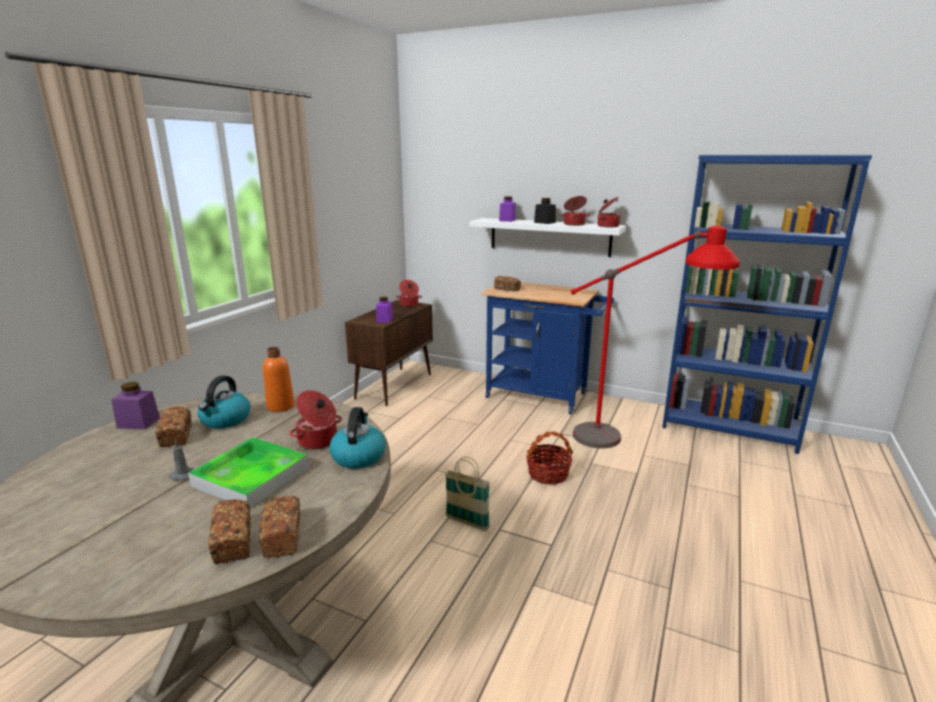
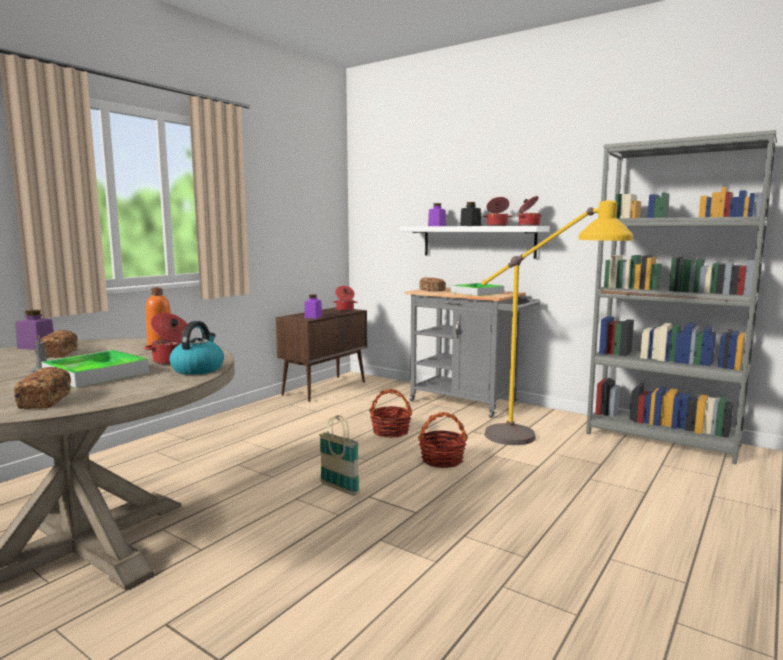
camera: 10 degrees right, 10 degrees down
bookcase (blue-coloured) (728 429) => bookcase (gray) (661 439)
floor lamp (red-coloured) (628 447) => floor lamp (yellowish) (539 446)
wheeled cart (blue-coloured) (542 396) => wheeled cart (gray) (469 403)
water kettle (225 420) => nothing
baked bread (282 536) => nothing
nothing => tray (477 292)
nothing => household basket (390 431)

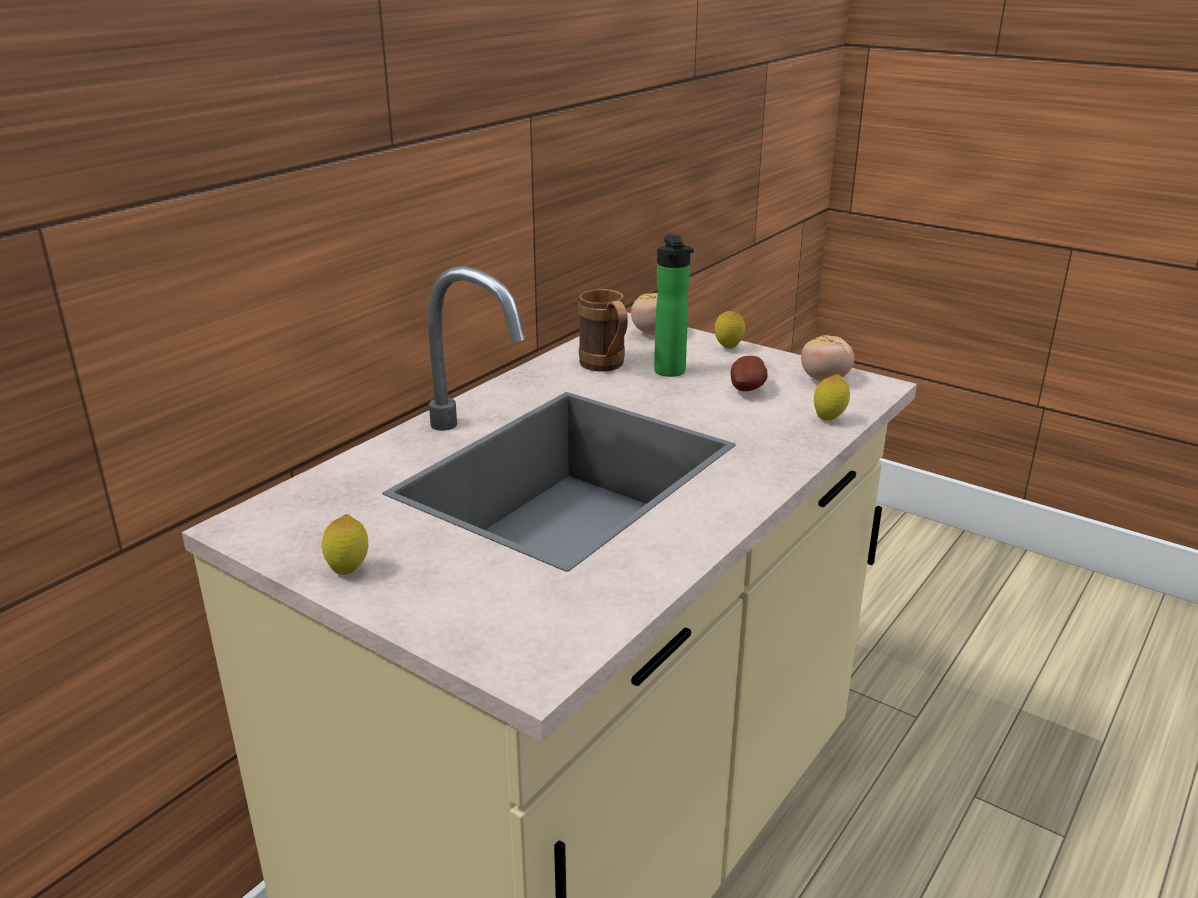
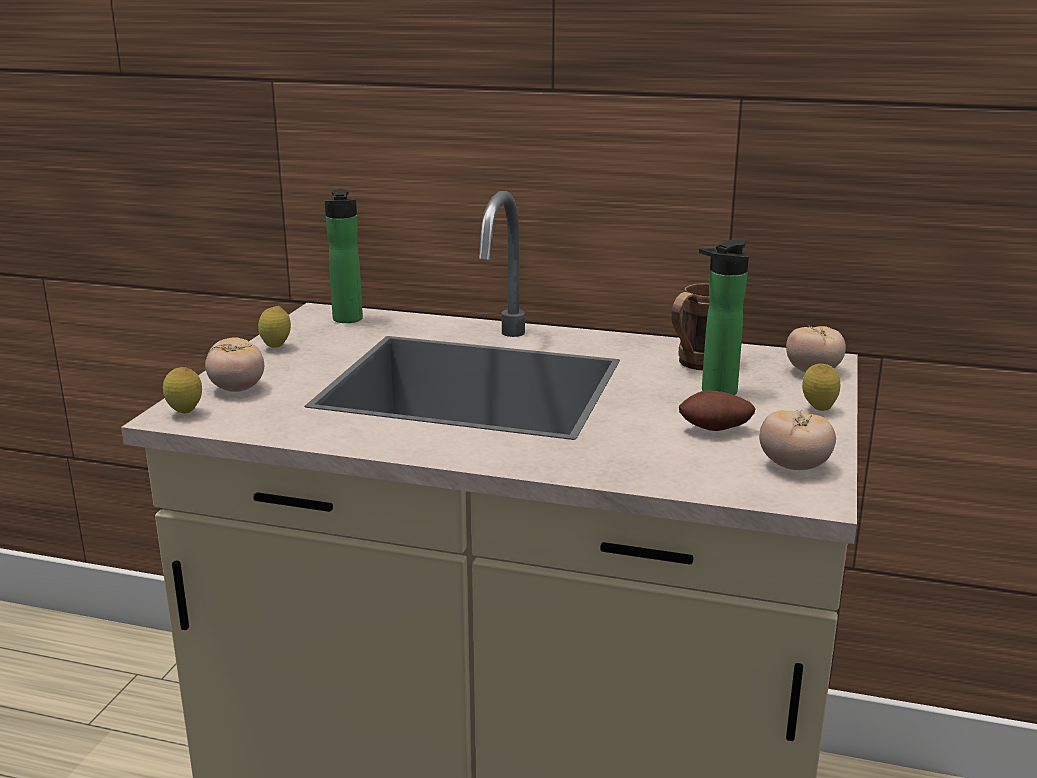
camera: 70 degrees right, 5 degrees down
citrus fruit (829 419) => citrus fruit (185 413), relocated
nothing => beverage bottle (347 320)
nothing => fresh tomato (237 389)

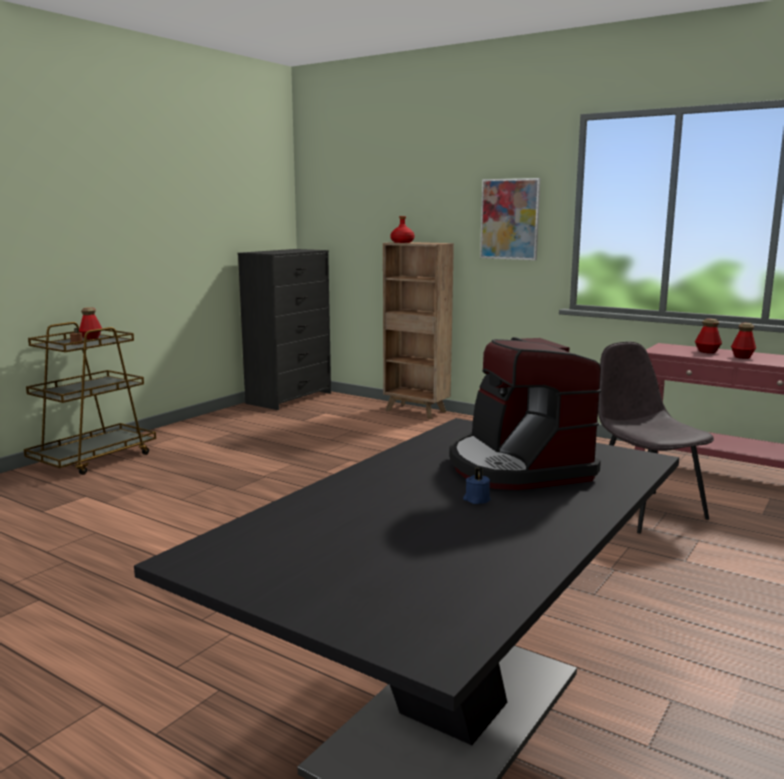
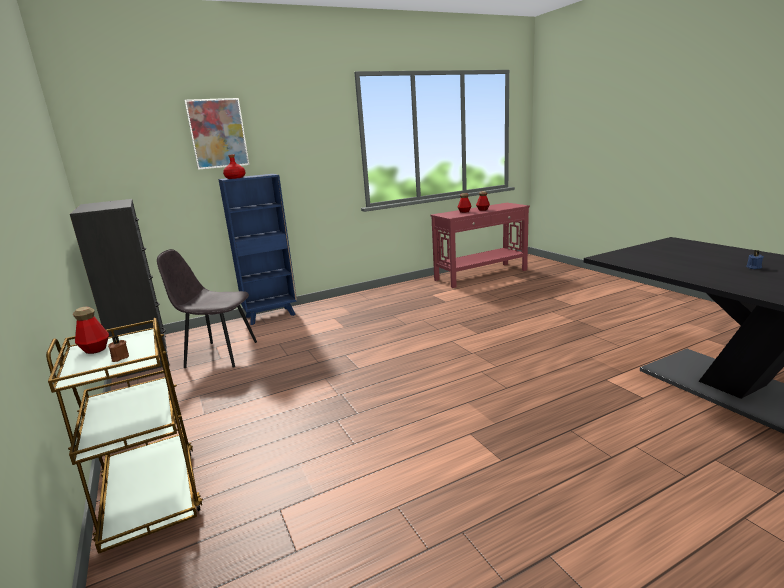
camera: 60 degrees left, 5 degrees up
picture (510 219) => picture (218 133), relocated
bookcase (brownish) (416 411) => bookcase (blue-coloured) (271 316)
coffee machine (517 466) => nothing
upright chair (gray) (644 510) => upright chair (gray) (220 354), relocated

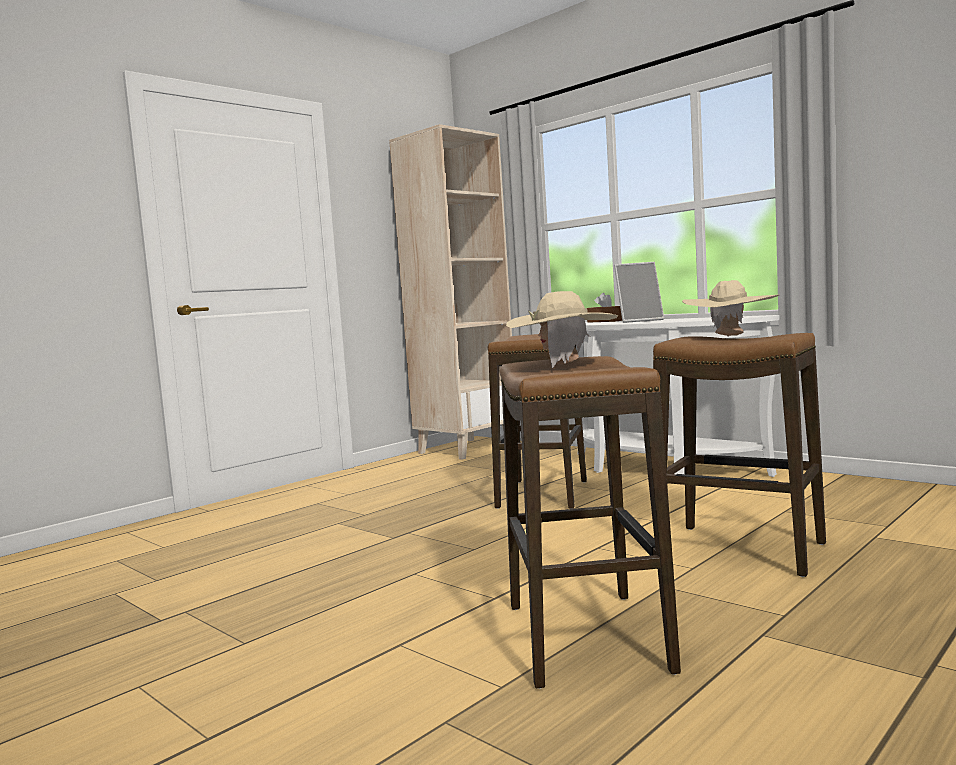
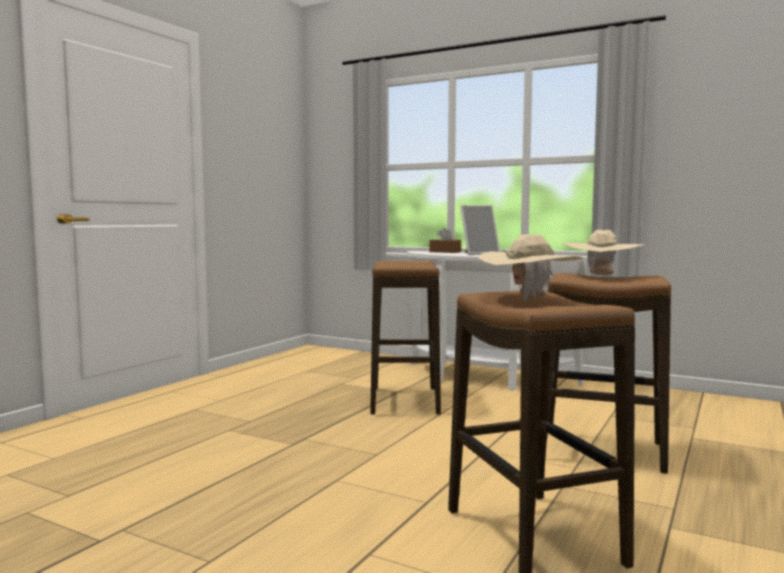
camera: 15 degrees left, 0 degrees up
bookcase (sand-coloured) (466 448) => nothing

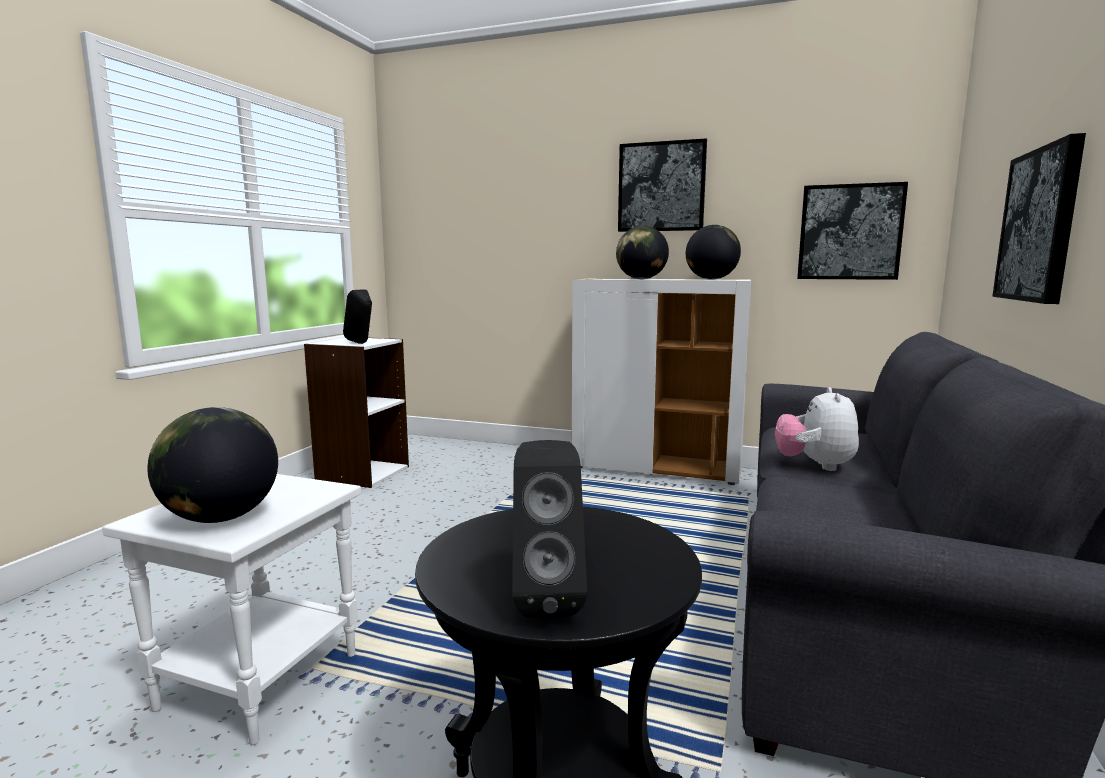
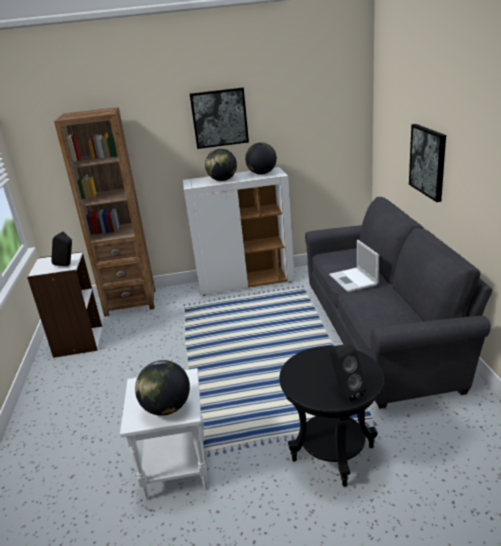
camera: 25 degrees left, 15 degrees up
picture (849 232) => nothing
soft toy (815 465) => laptop (354 280)
nothing => bookcase (brownish) (130 302)

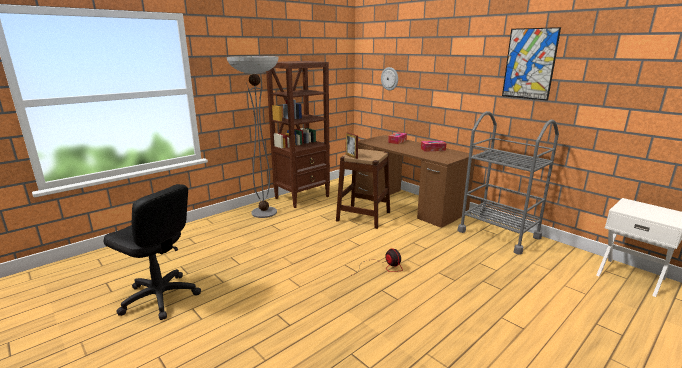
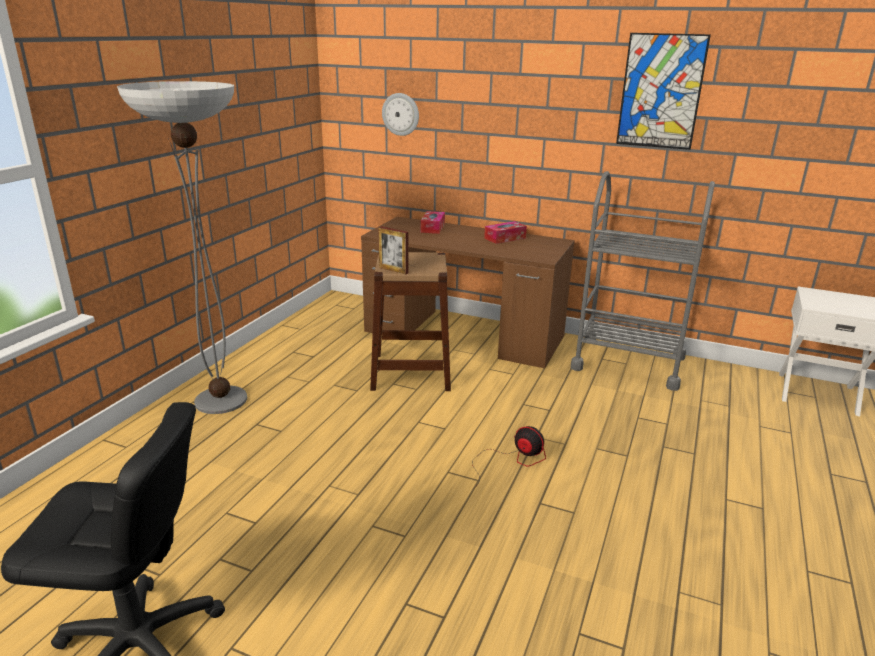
camera: 25 degrees left, 5 degrees up
bookcase (brownish) (302 197) => nothing

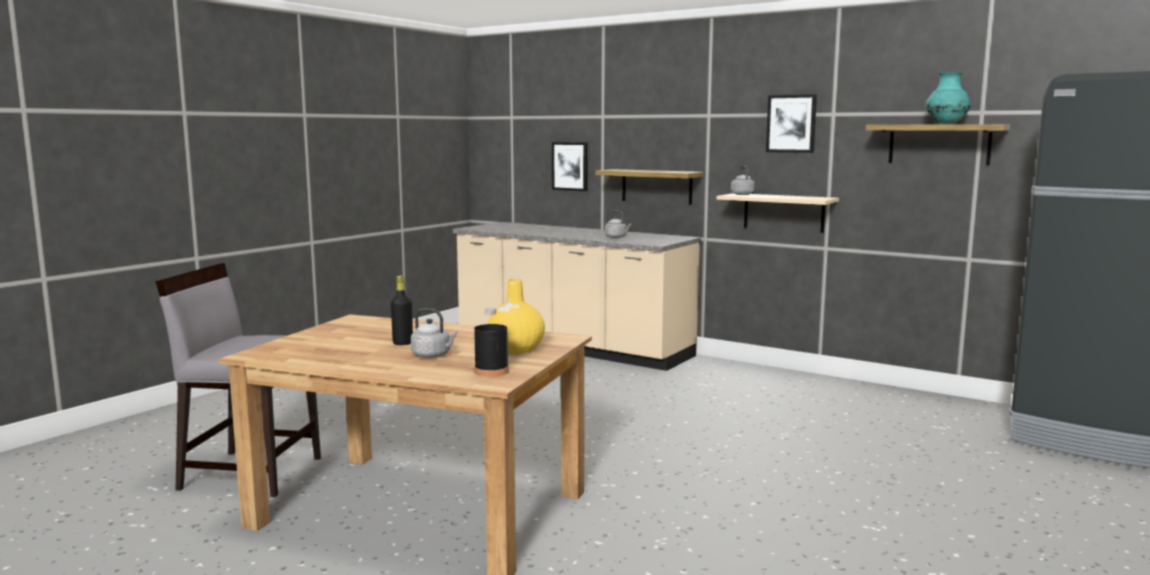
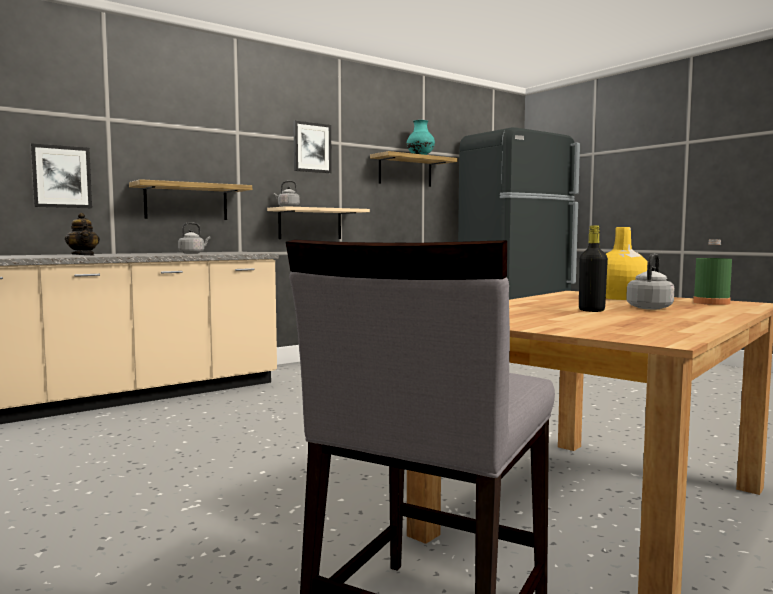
camera: 70 degrees left, 5 degrees down
beverage bottle (black) (491 371) => beverage bottle (greenish) (711 303)
nothing => pot for tea (83 255)

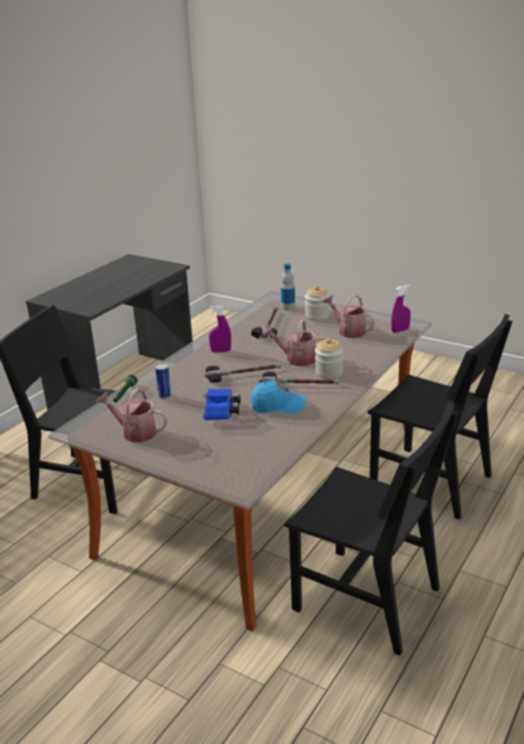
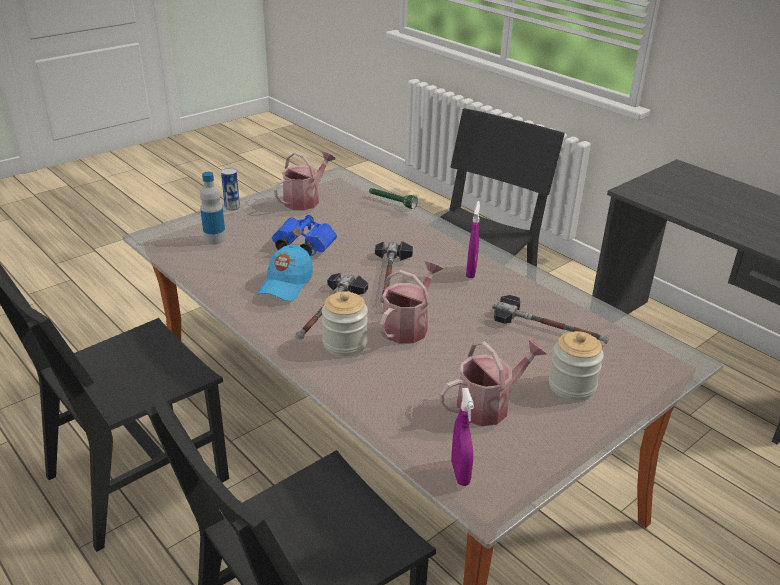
camera: 105 degrees right, 5 degrees up
beverage bottle (288 307) => beverage bottle (215 239), relocated
sealed can (164 396) => sealed can (232 207), relocated

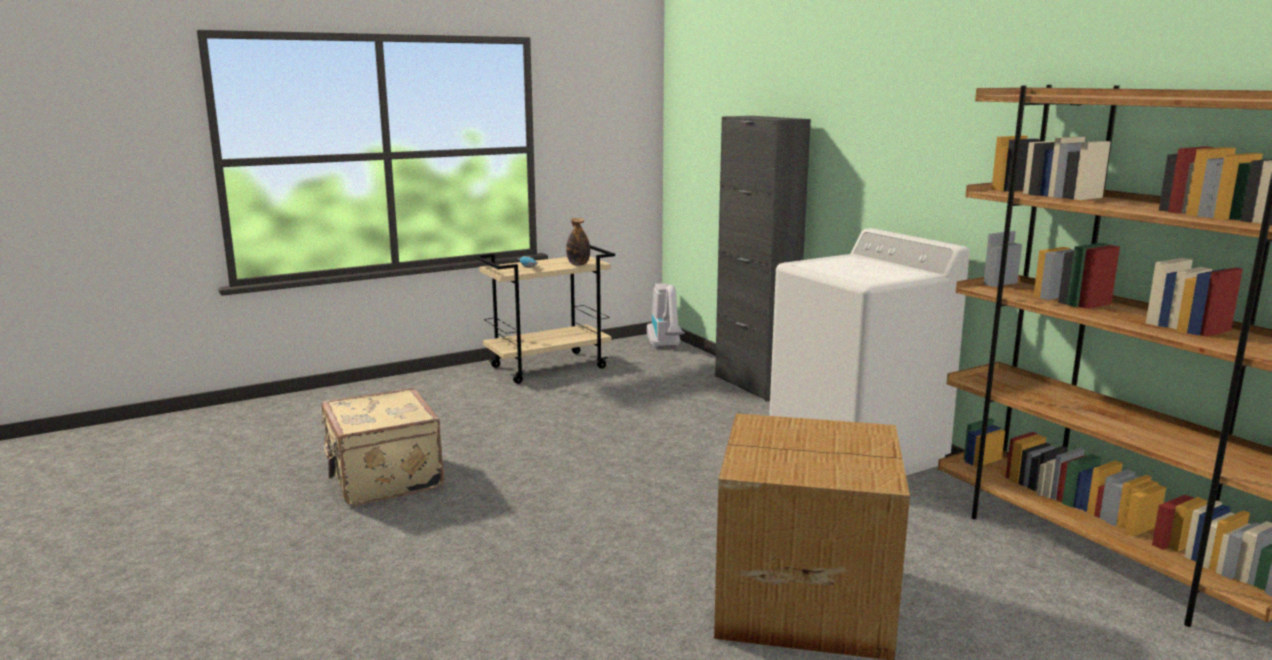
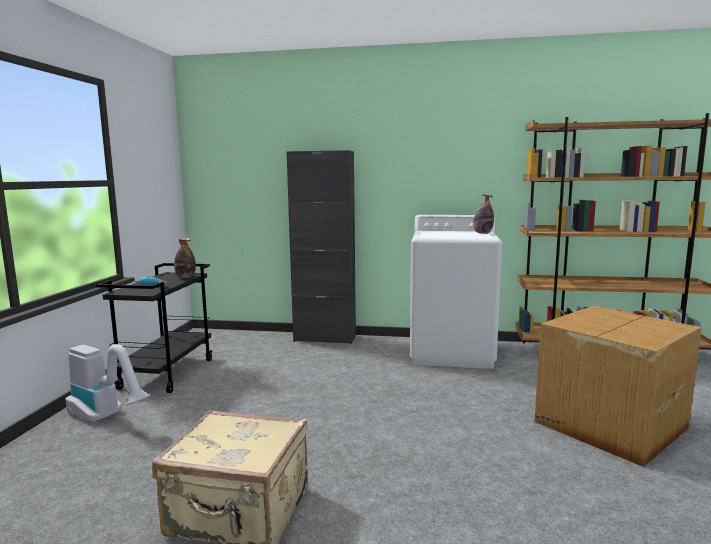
camera: 50 degrees left, 5 degrees down
wheeled cart (sand-coloured) (549 367) => wheeled cart (black) (167 373)
hoover (666 347) => hoover (107 417), relocated
nothing => beverage bottle (482 233)

